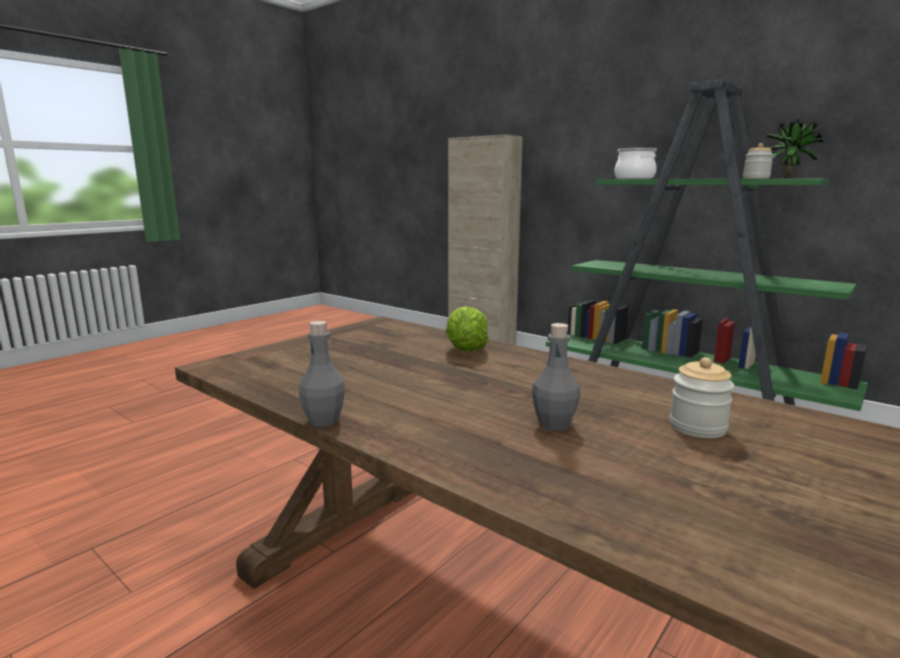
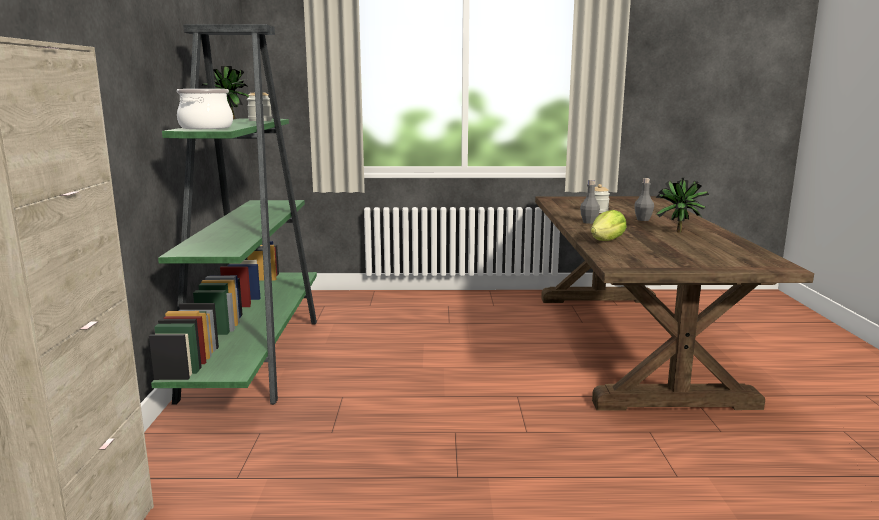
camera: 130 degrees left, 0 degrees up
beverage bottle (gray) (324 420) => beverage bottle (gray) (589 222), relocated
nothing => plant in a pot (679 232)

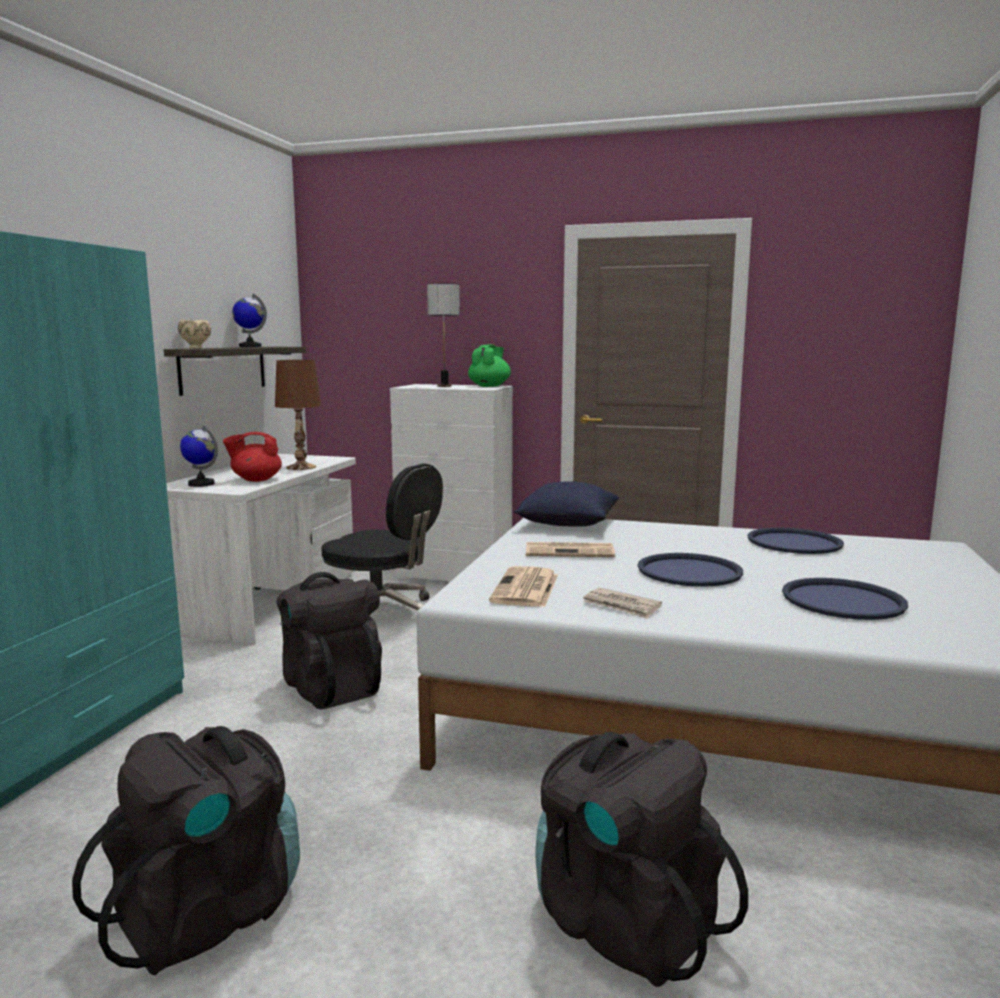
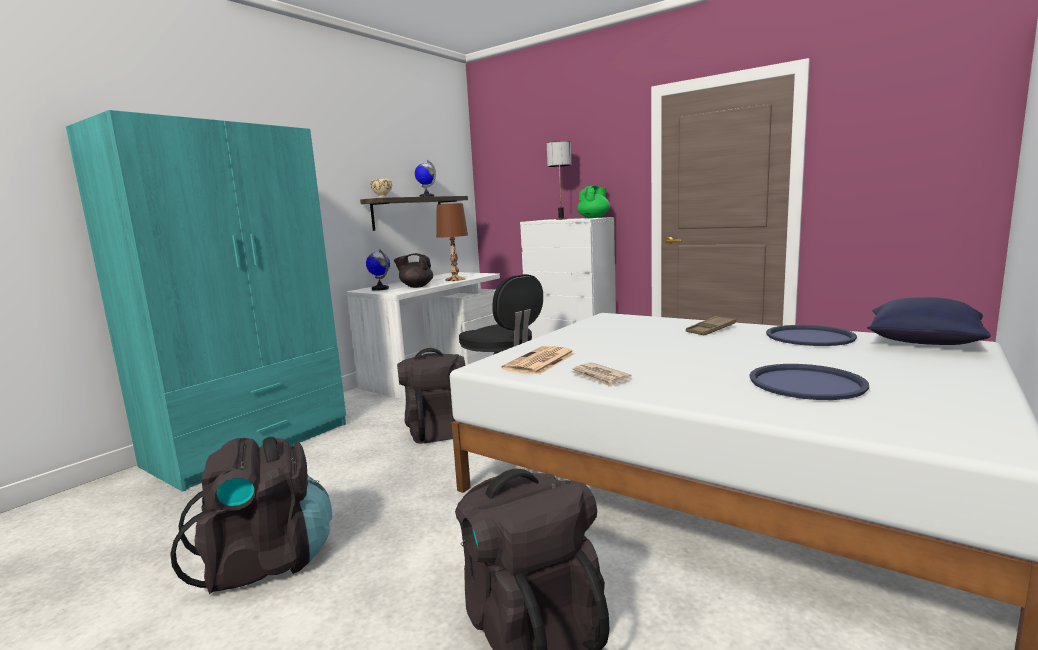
camera: 20 degrees right, 0 degrees up
pot for tea (red-coloured) (255 480) => pot for tea (black) (416 286)
cushion (blue-coloured) (567 523) => cushion (blue-coloured) (922 341), relocated
daily paper (571 551) => nothing
tray (blue-coloured) (689 571) => nothing
nothing => tray (brownish) (711 330)

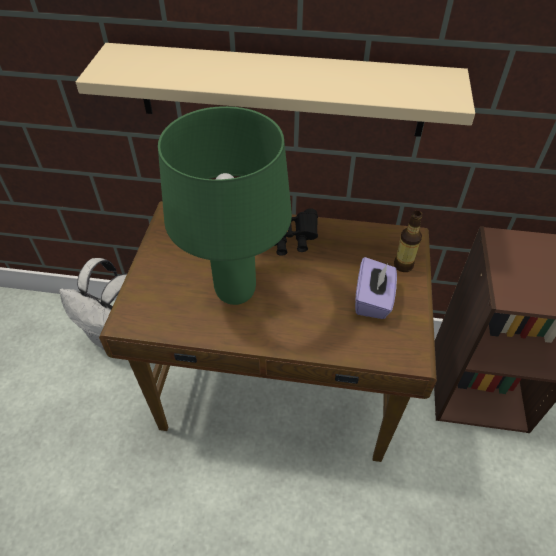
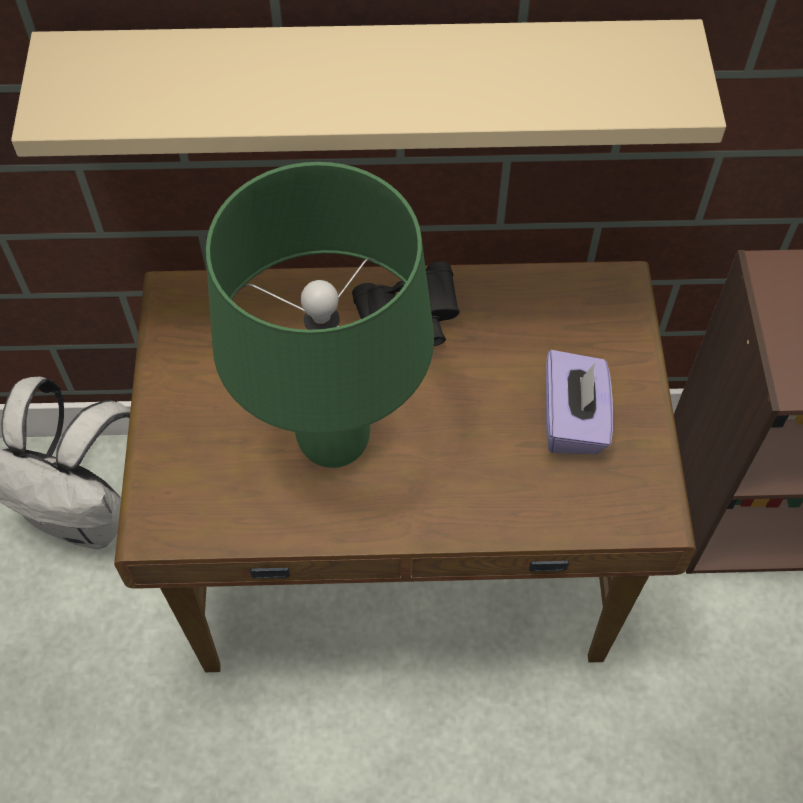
camera: 10 degrees left, 10 degrees up
beverage bottle (403 265) => nothing

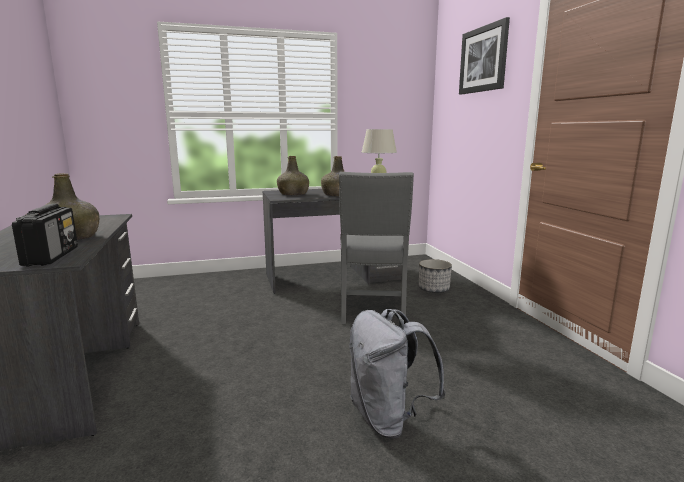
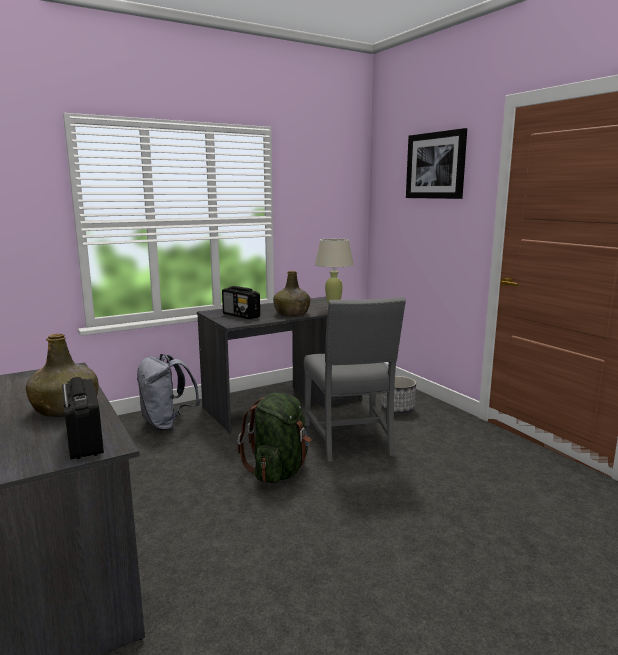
camera: 15 degrees left, 0 degrees up
beverage bottle (greenish) (293 194) => radio (241 315)
knapsack (gray) (389 418) => knapsack (gray) (167 424), relocated
nothing => knapsack (greenish) (279 470)

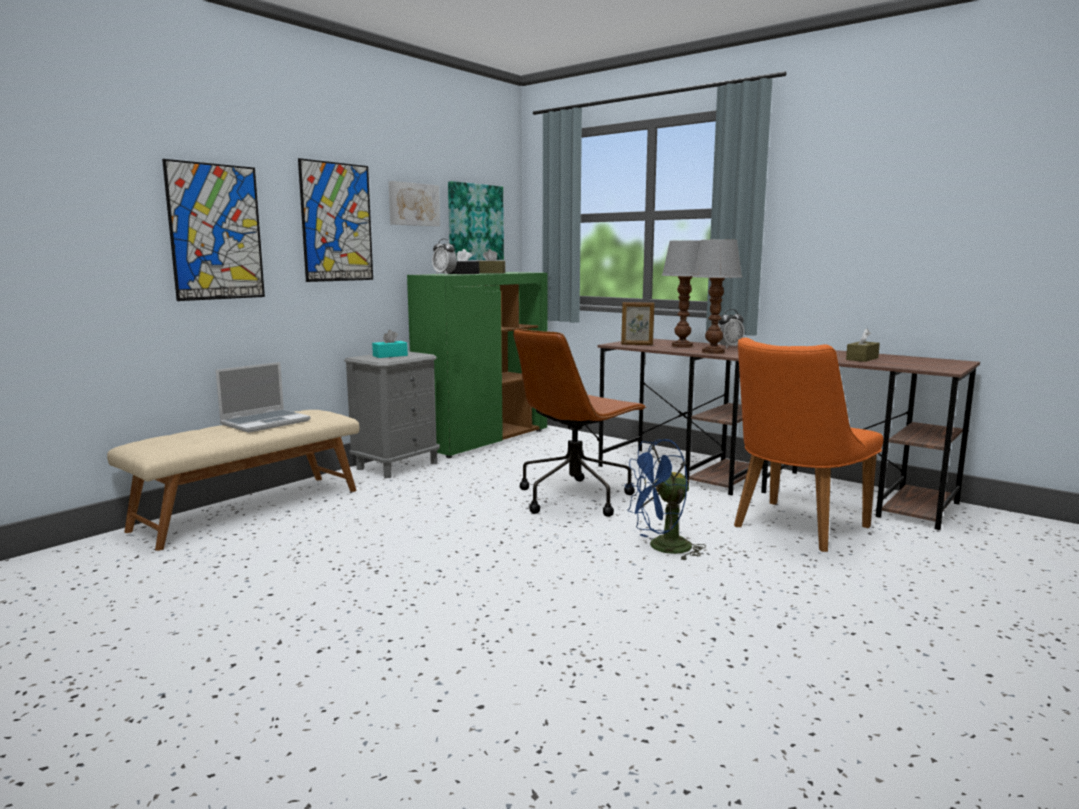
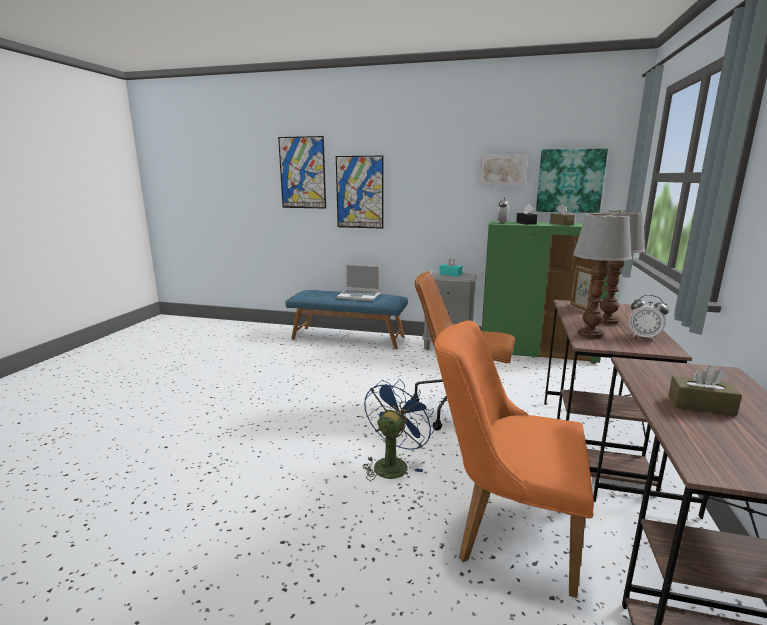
camera: 65 degrees right, 5 degrees up
picture (337 222) => picture (302 173), relocated
bench (sand-coloured) (249 509) => bench (blue-coloured) (348 337)
electric fan (blue-coloured) (662 548) => electric fan (blue-coloured) (393 464), 75 degrees clockwise

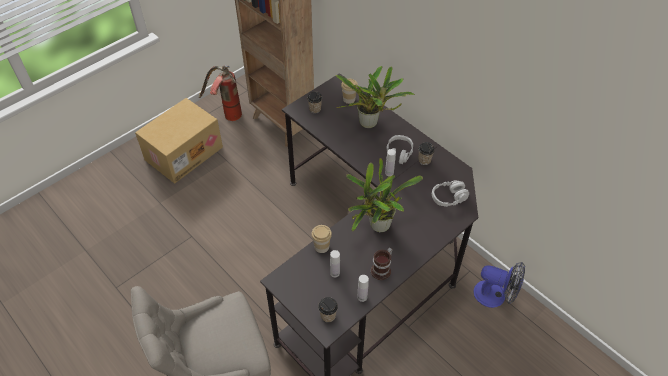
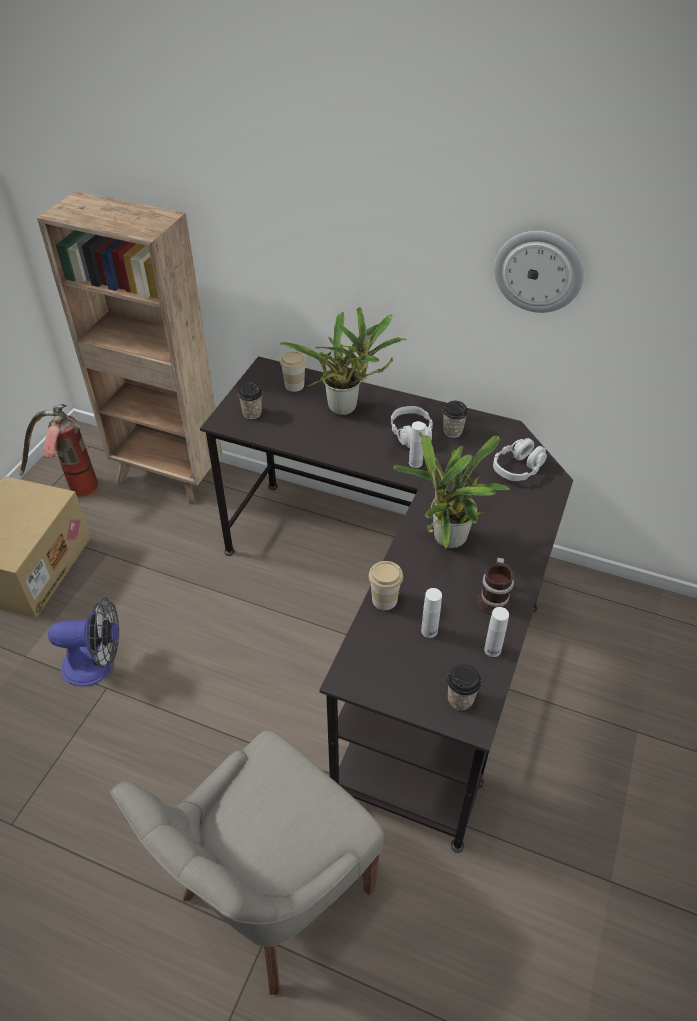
camera: 25 degrees left, 5 degrees down
electric fan (495 296) => electric fan (97 665), relocated
nothing => wall clock (539 271)

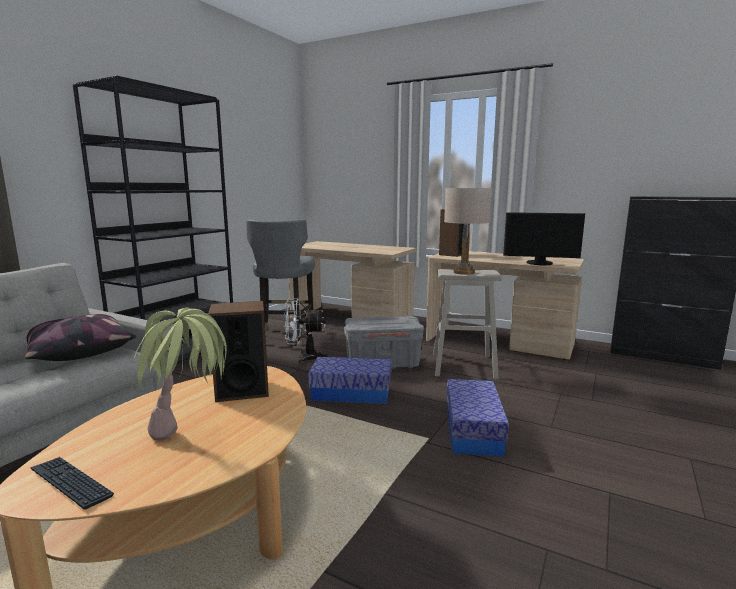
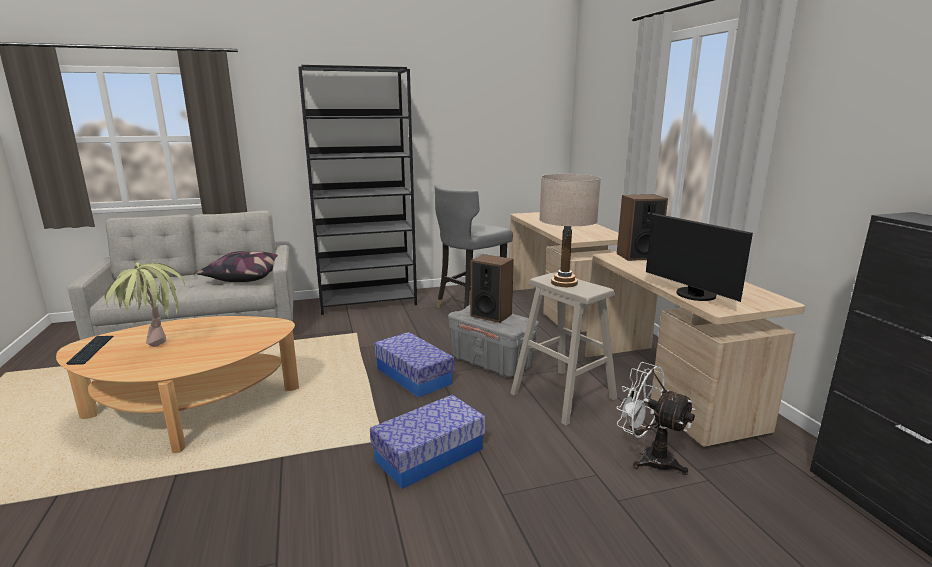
camera: 45 degrees right, 5 degrees up
electric fan (white) (304 357) => electric fan (white) (648 457), relocated
audio speaker (242 390) => audio speaker (491 315), relocated

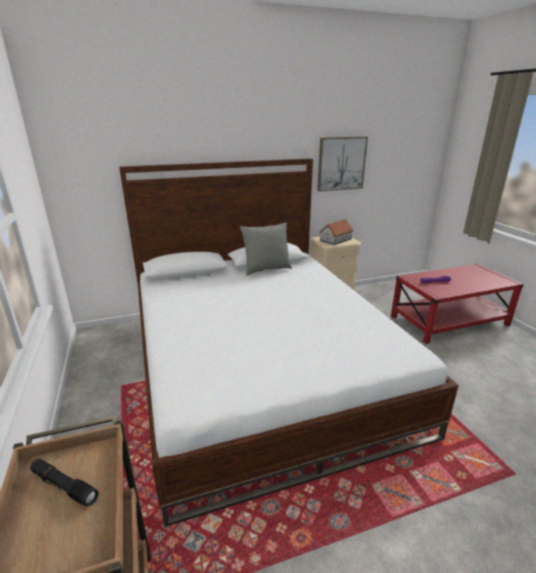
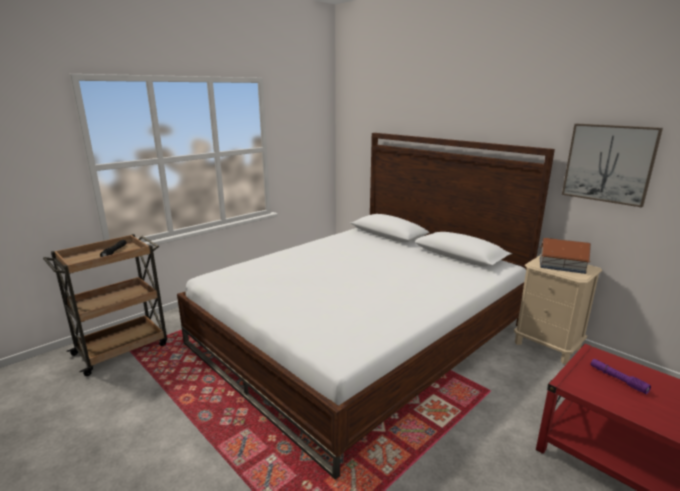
camera: 65 degrees right, 5 degrees down
cushion (gray) (266 269) => nothing

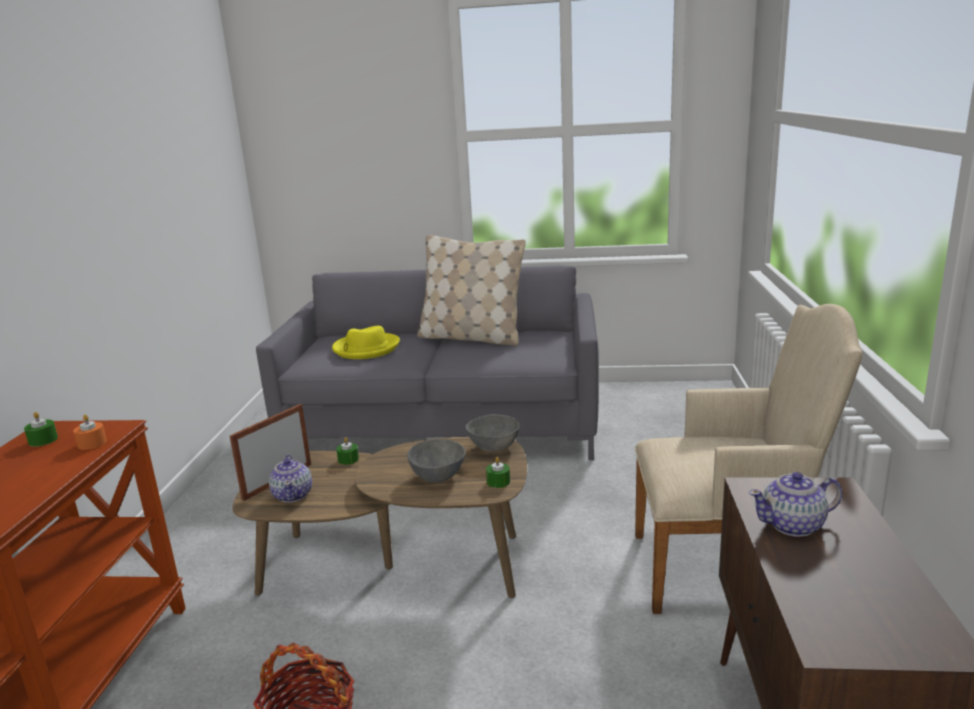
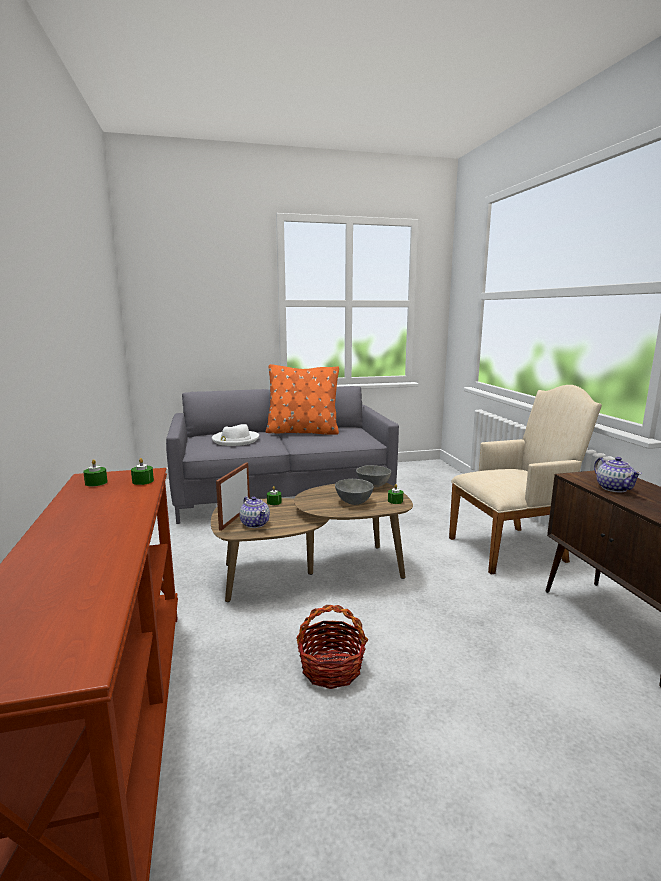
camera: 20 degrees left, 5 degrees down
cushion (sand-coloured) (471 337) => cushion (orange-coloured) (302 432)
clothing hat (yellowish) (366 349) => clothing hat (white) (235 440)
wax candle (orange-coloured) (92 443) => wax candle (greenish) (143 481)
pot for tea (793 525) => pot for tea (614 488), 75 degrees counterclockwise

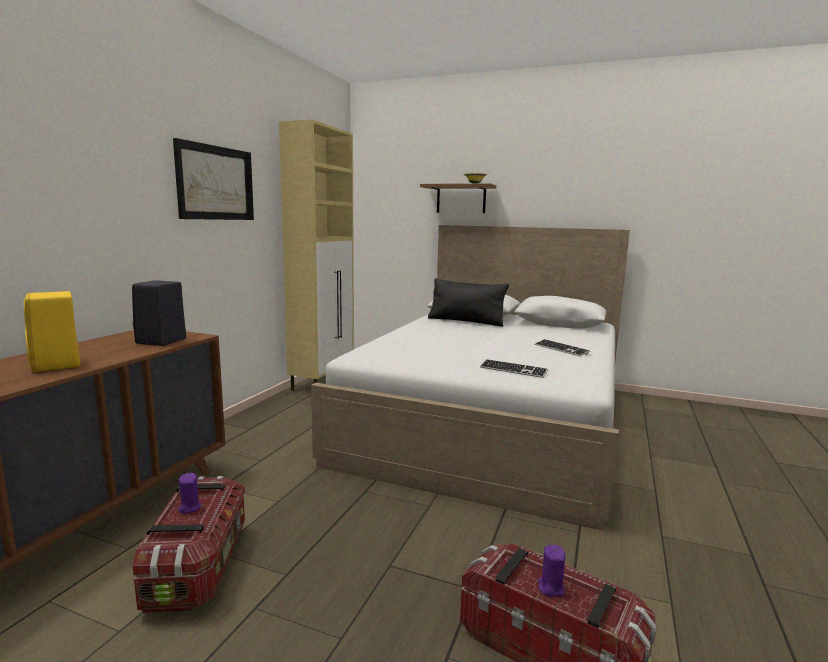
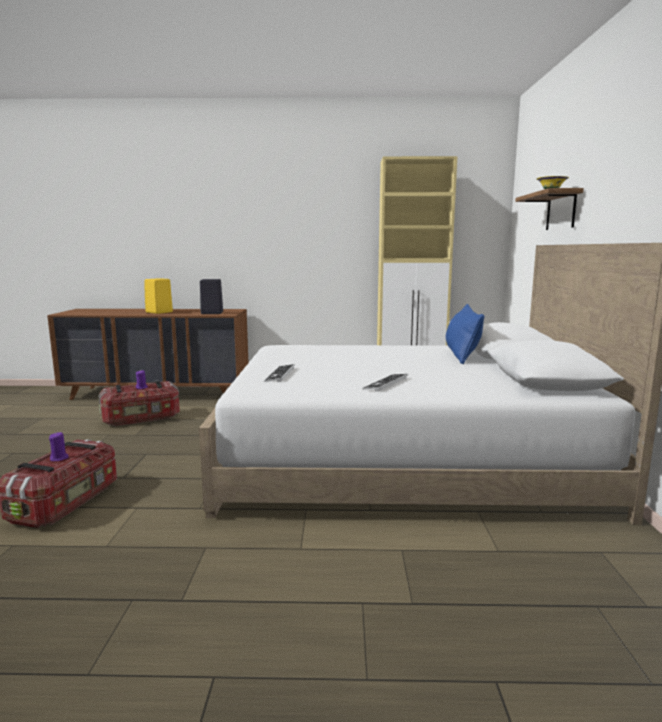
camera: 70 degrees right, 0 degrees up
picture (215 183) => nothing
cushion (black) (466 321) => cushion (blue-coloured) (462 354)

